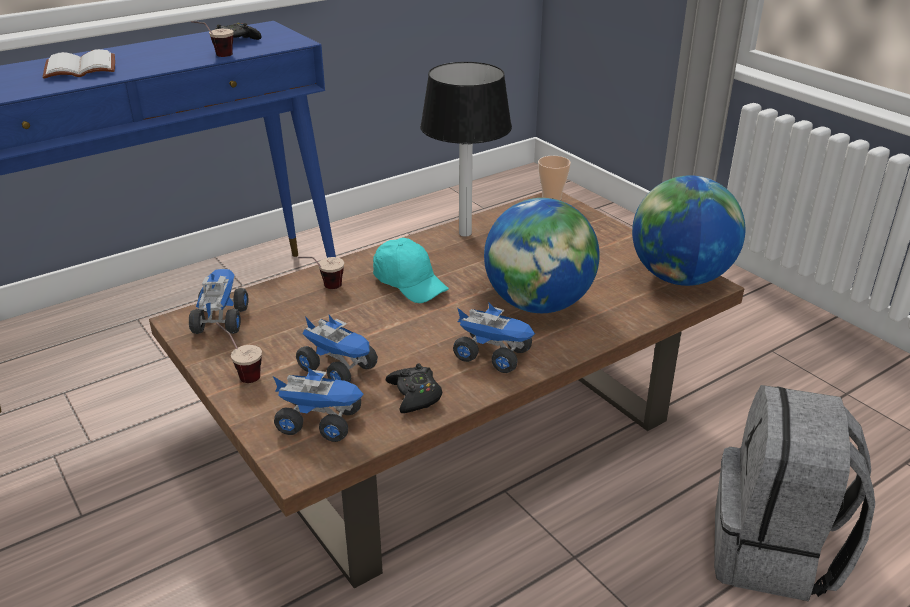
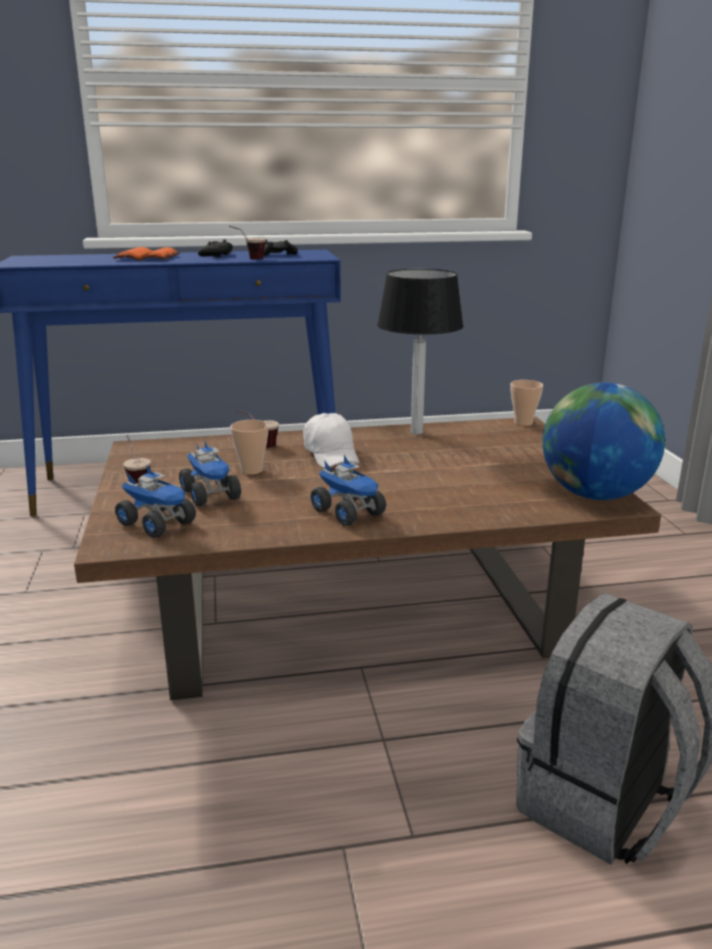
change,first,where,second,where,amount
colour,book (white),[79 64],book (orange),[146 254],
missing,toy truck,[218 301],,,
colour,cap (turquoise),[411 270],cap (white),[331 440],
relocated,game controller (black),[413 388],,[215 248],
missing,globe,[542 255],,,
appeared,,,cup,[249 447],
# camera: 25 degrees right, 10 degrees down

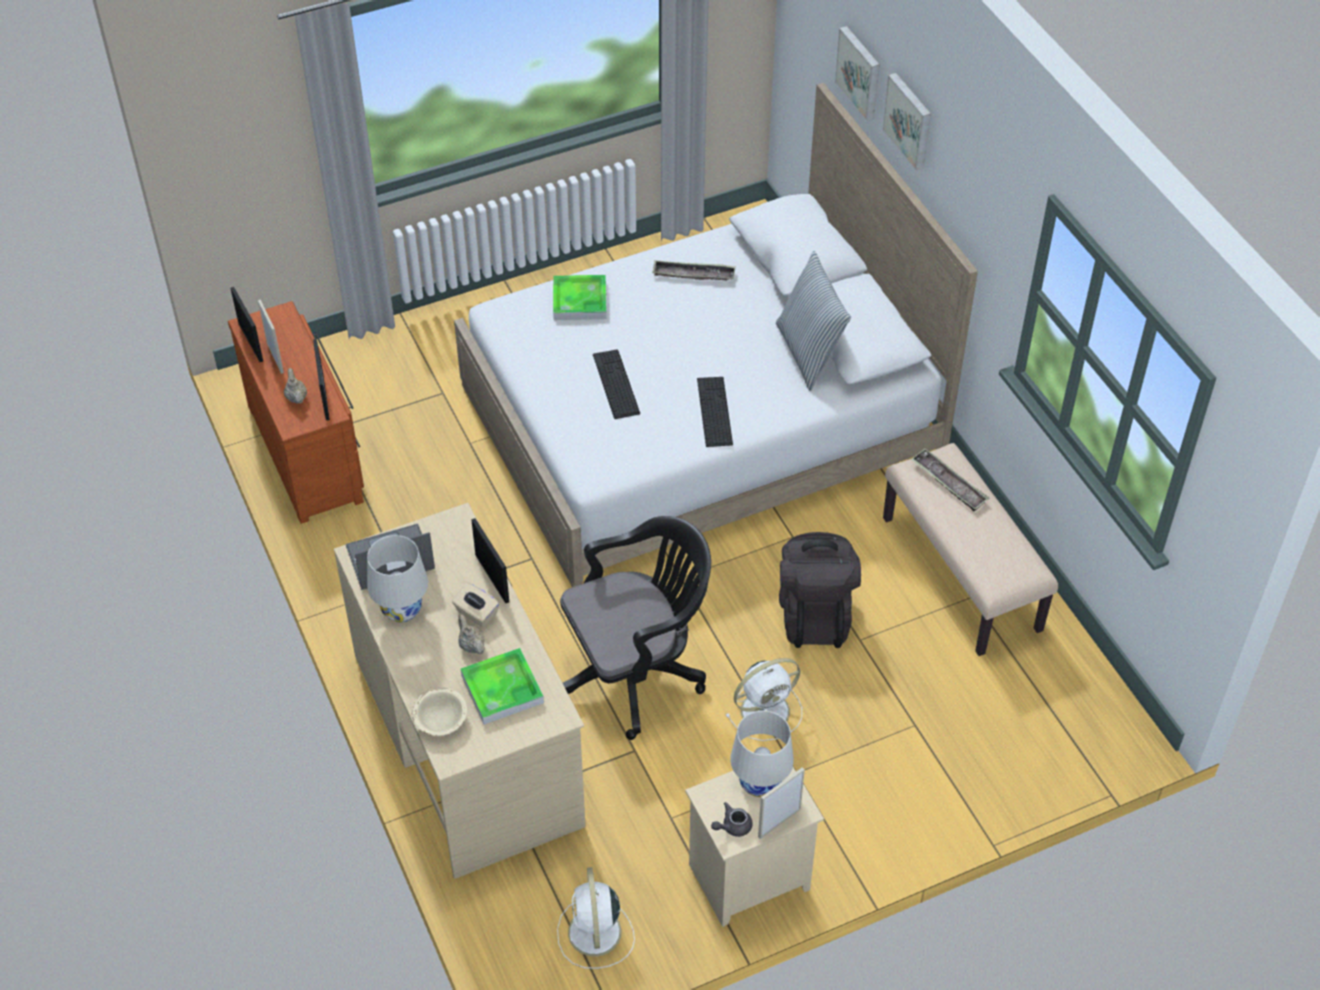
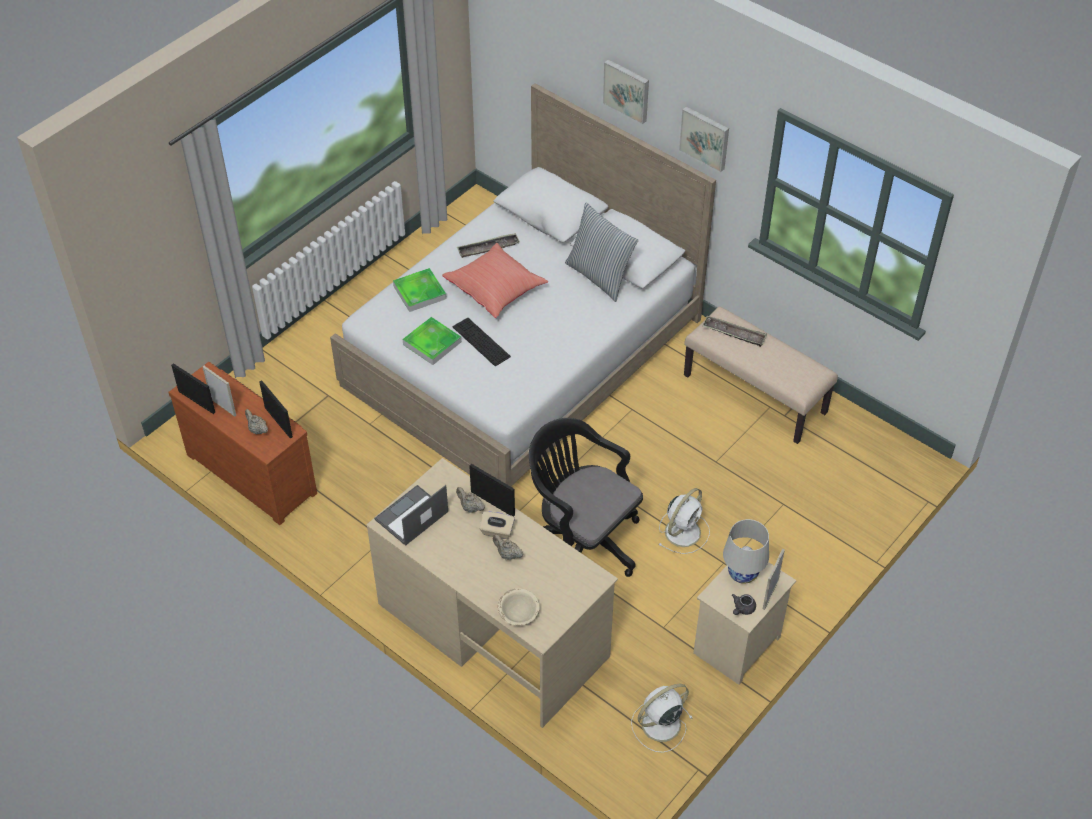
change,first,where,second,where,amount
missing,table lamp (white),[397 578],,,
relocated,tray,[502 686],,[432 341],
spun,fan (white),[596 918],,[661 718],90 degrees clockwise
spun,office chair (black),[635 628],,[586 497],90 degrees counterclockwise
missing,keyboard,[715 412],,,
missing,backpack (black),[820 590],,,
relocated,picture,[857 73],,[704 139],
appeared,,,pillow (red),[495 280],
appeared,,,teapot (beige),[470 500],
# camera: 25 degrees left, 0 degrees up

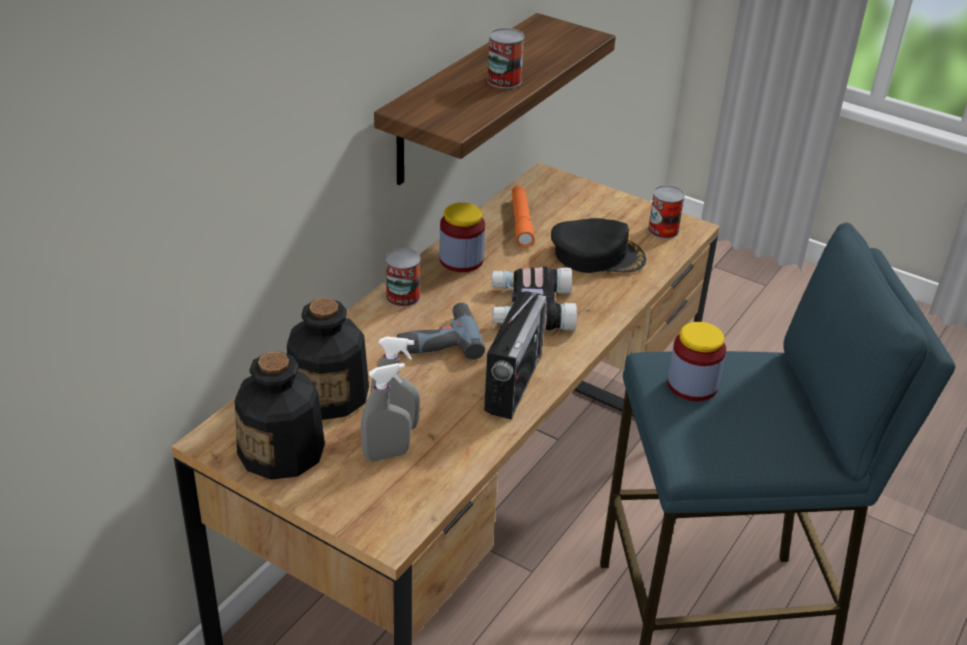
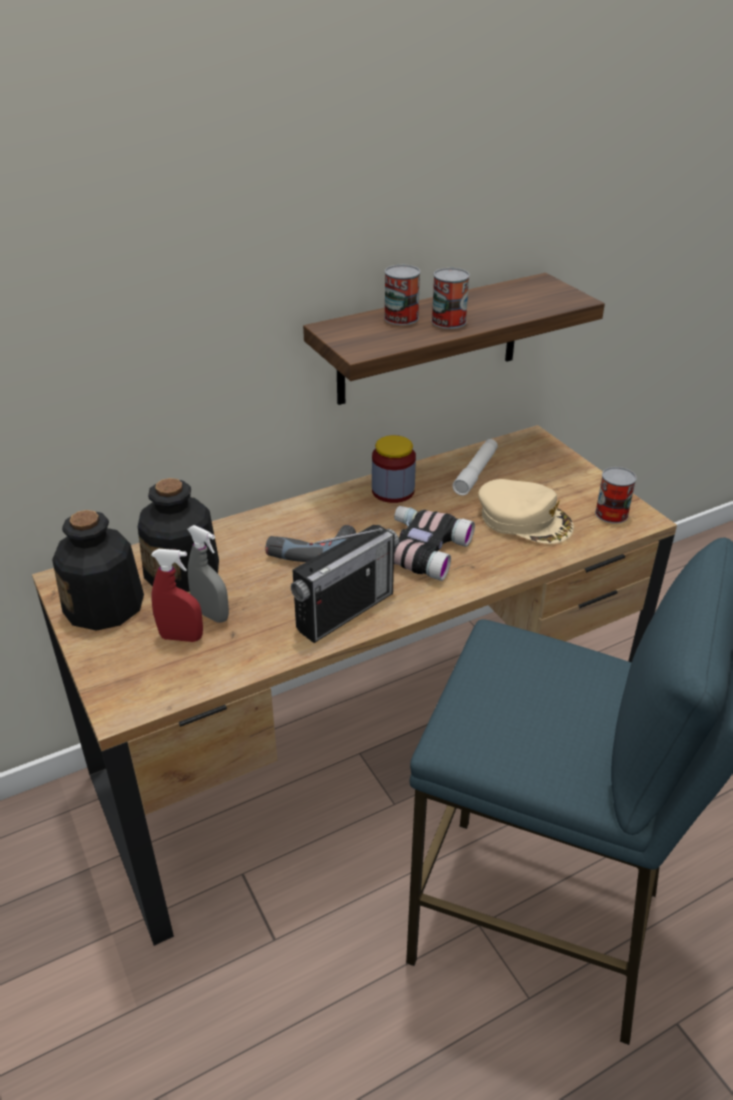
change,first,where,second,where,amount
colour,spray bottle (grey),[386 412],spray bottle (red),[177 595],
relocated,can,[403 277],,[402 295],
colour,flashlight (orange),[523 217],flashlight (white),[475 467],
colour,cap (black),[598 245],cap (beige),[526 511],
missing,jar,[696 361],,,
# camera: 30 degrees right, 0 degrees up

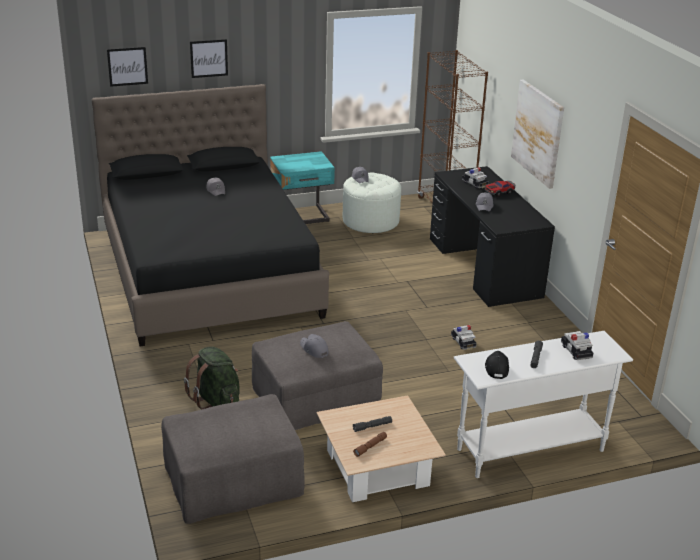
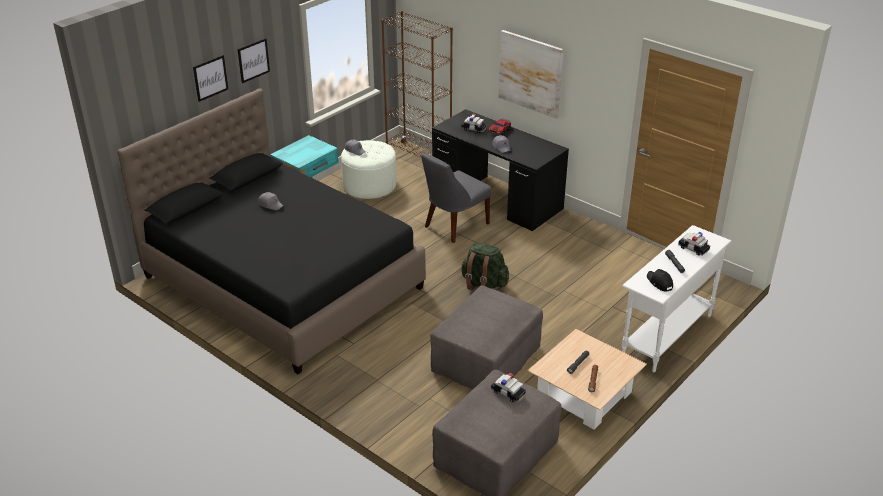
change,first,where,second,where,amount
relocated,picture,[127 67],,[254 60],
relocated,backpack (green),[212 378],,[485 266],
missing,cap (grey),[314 346],,,
relocated,toy car,[464 337],,[508 388],
appeared,,,chair (grey),[456 197],
# camera: 30 degrees left, 5 degrees up

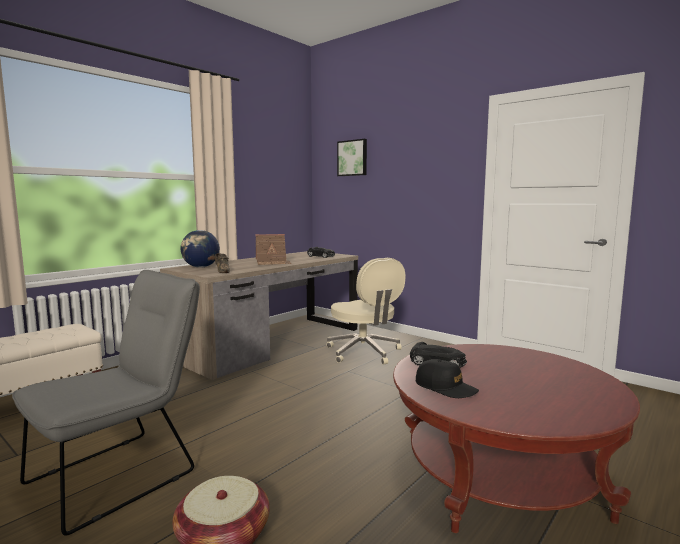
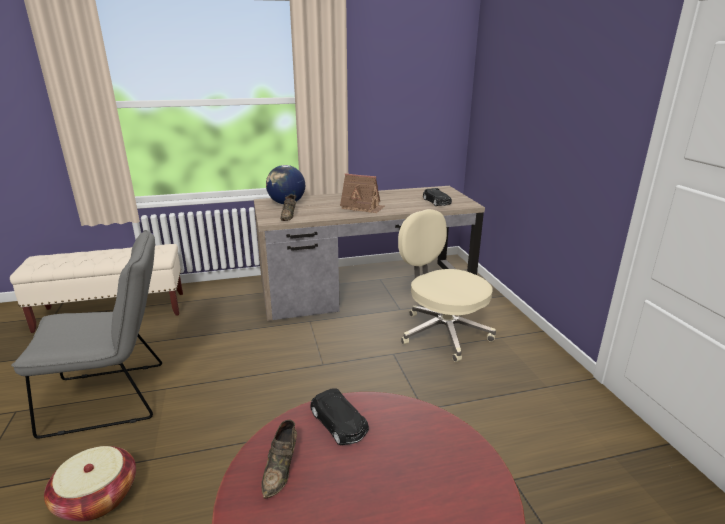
change,first,where,second,where,amount
spun,office chair (beige),[366 311],,[447 285],135 degrees clockwise
missing,picture,[352 157],,,
exchanged,cap (black),[447 378],shoe (brown),[279 459],
# camera: 35 degrees right, 15 degrees up

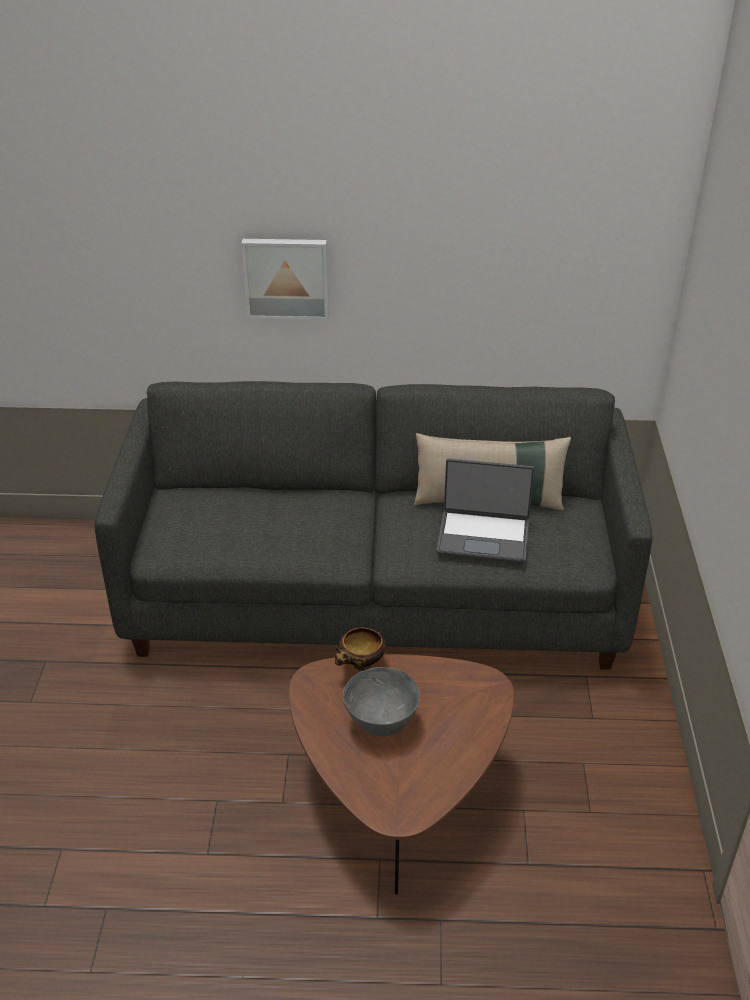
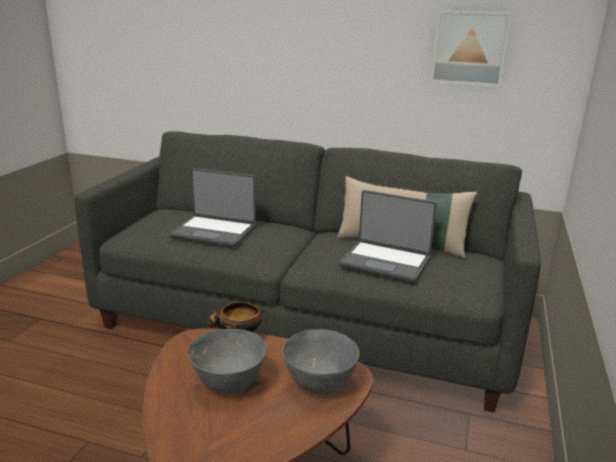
change,first,where,second,where,amount
relocated,picture,[285 279],,[471 48],
appeared,,,laptop,[212 207],
appeared,,,bowl (grey),[321 361],
# camera: 15 degrees right, 15 degrees down

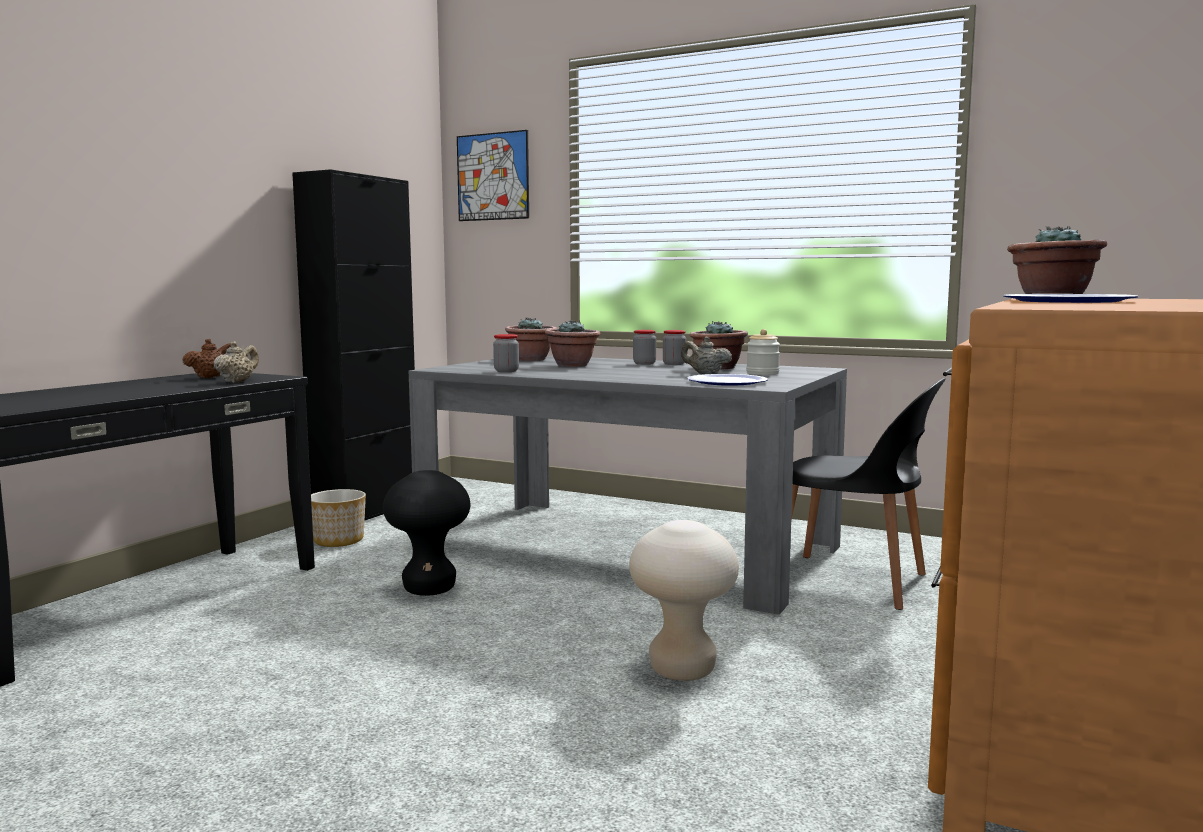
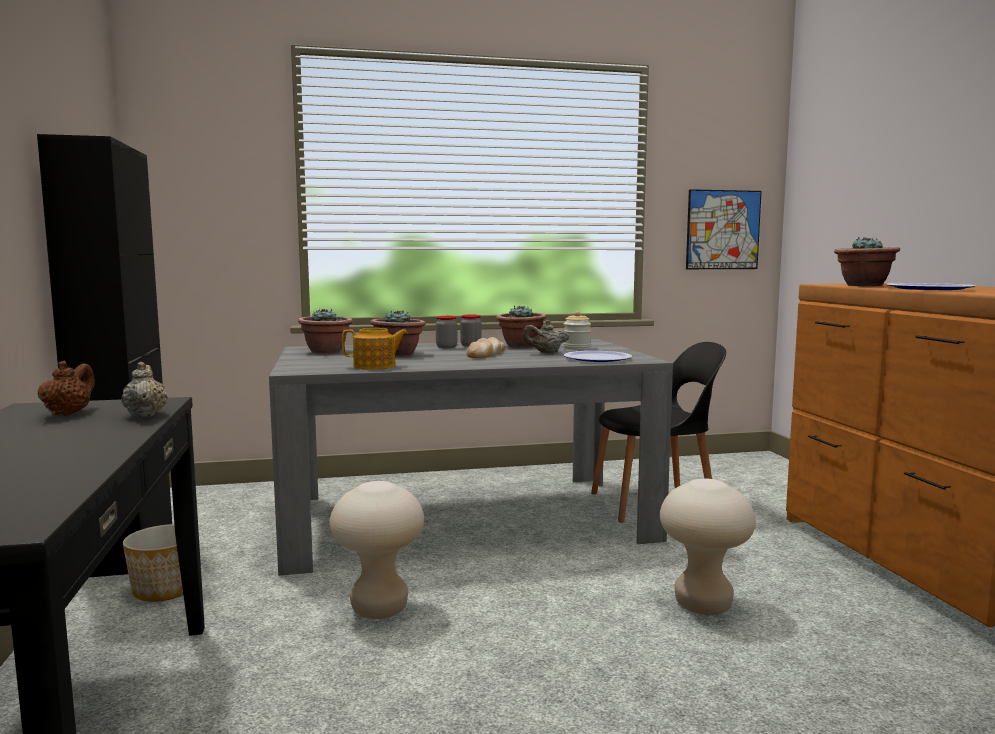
change,first,where,second,where,amount
colour,stool (black),[426 533],stool (beige),[376 550],
relocated,picture,[493 175],,[724 229],
exchanged,jar,[506 353],teapot,[375 349],
appeared,,,bread,[486 347],
# camera: 40 degrees left, 0 degrees up

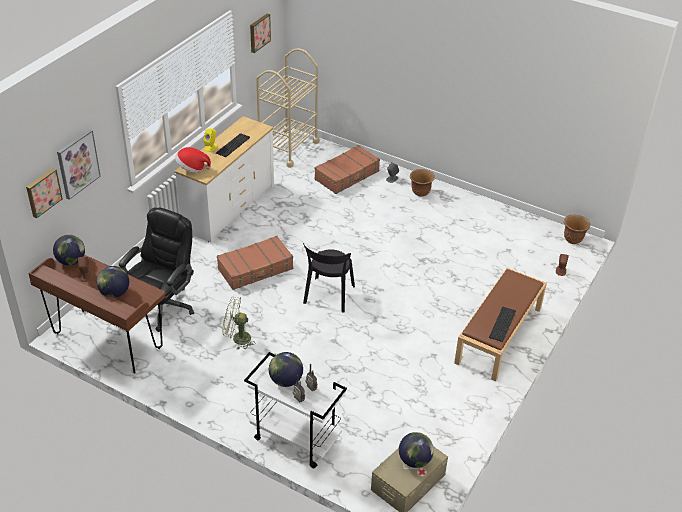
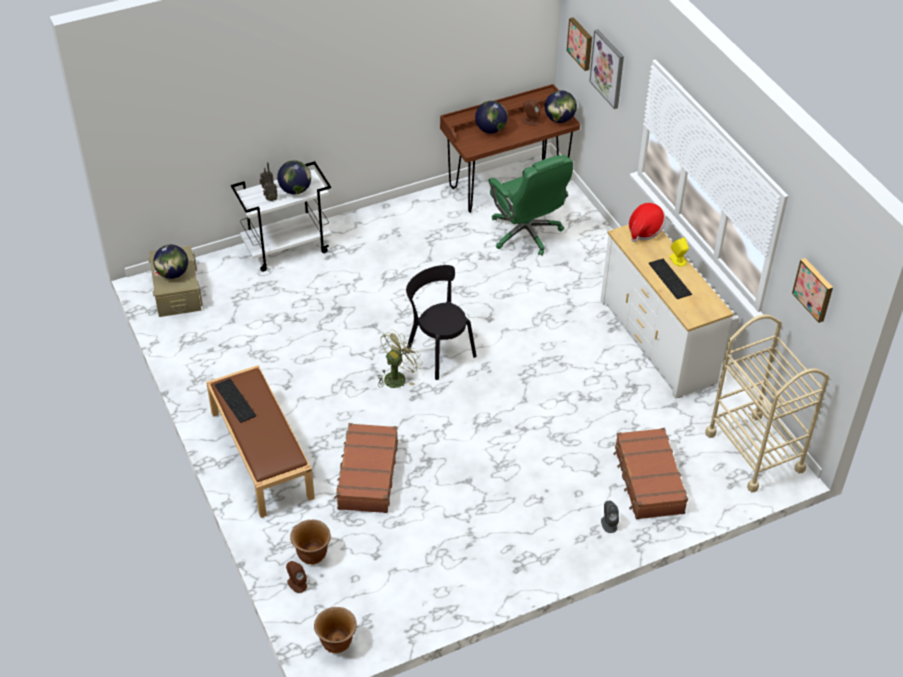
change,first,where,second,where,amount
colour,office chair (black),[156 269],office chair (green),[530 205],
relocated,suitcase (brown),[255 263],,[366 468],
relocated,fan (green),[239 323],,[399 359],
relocated,planter (brown),[422 183],,[310 542],
# camera: 125 degrees right, 5 degrees up

